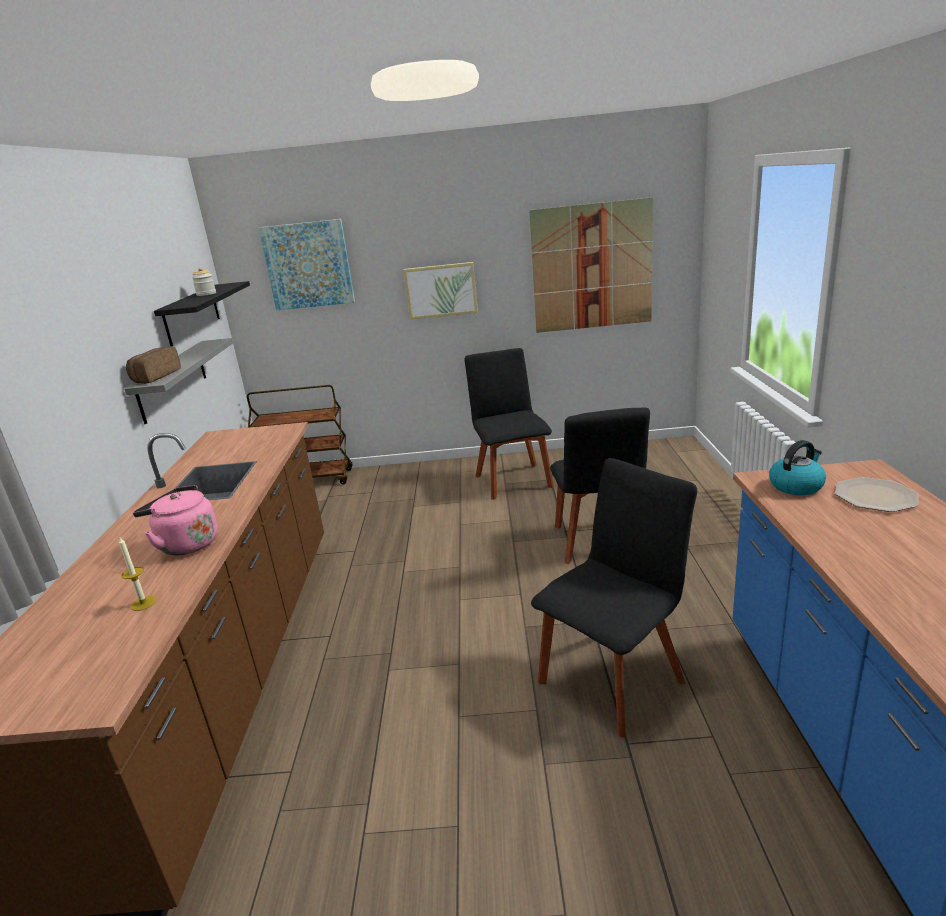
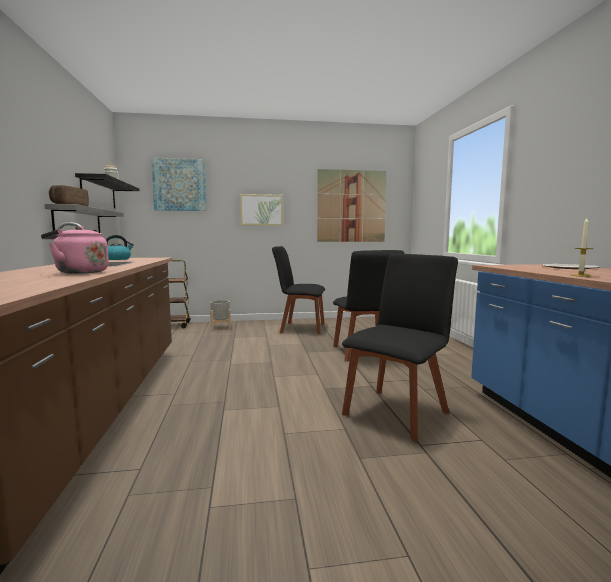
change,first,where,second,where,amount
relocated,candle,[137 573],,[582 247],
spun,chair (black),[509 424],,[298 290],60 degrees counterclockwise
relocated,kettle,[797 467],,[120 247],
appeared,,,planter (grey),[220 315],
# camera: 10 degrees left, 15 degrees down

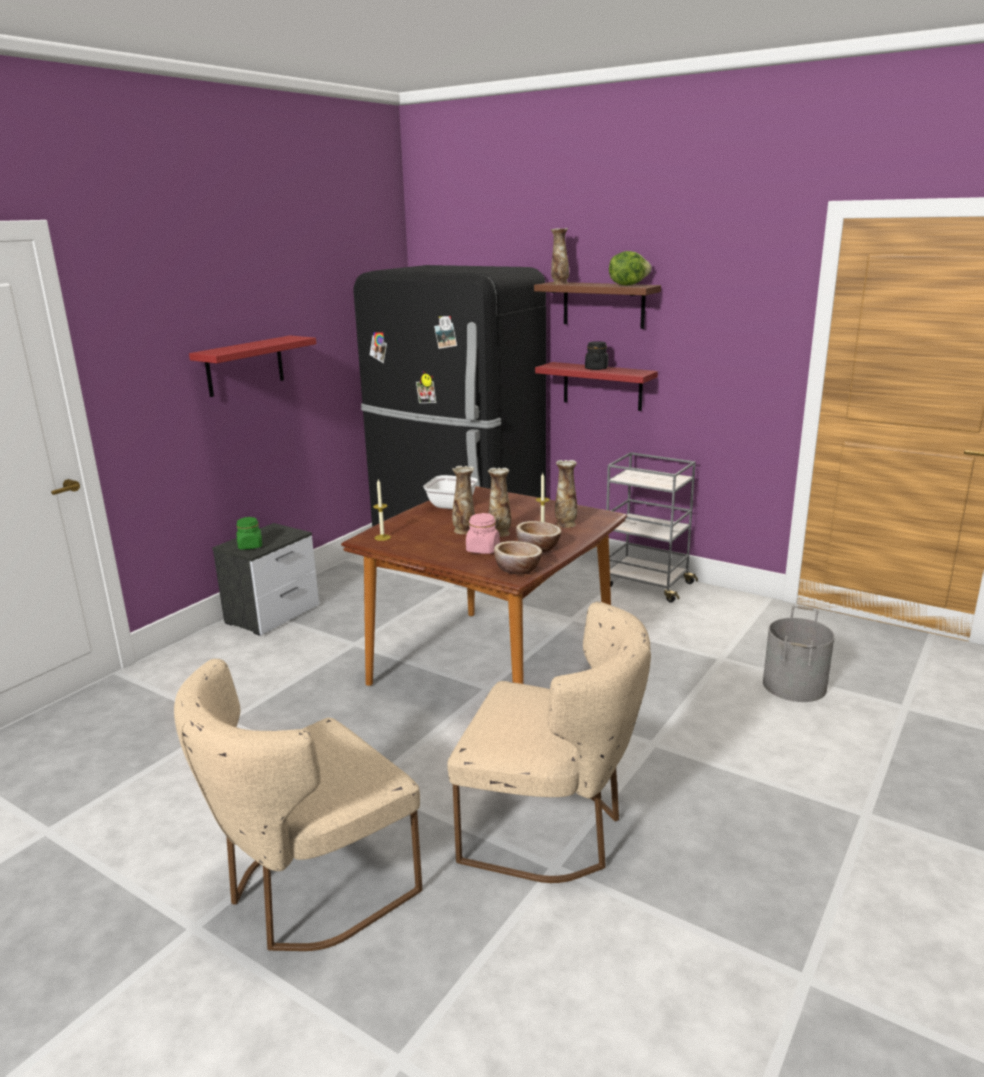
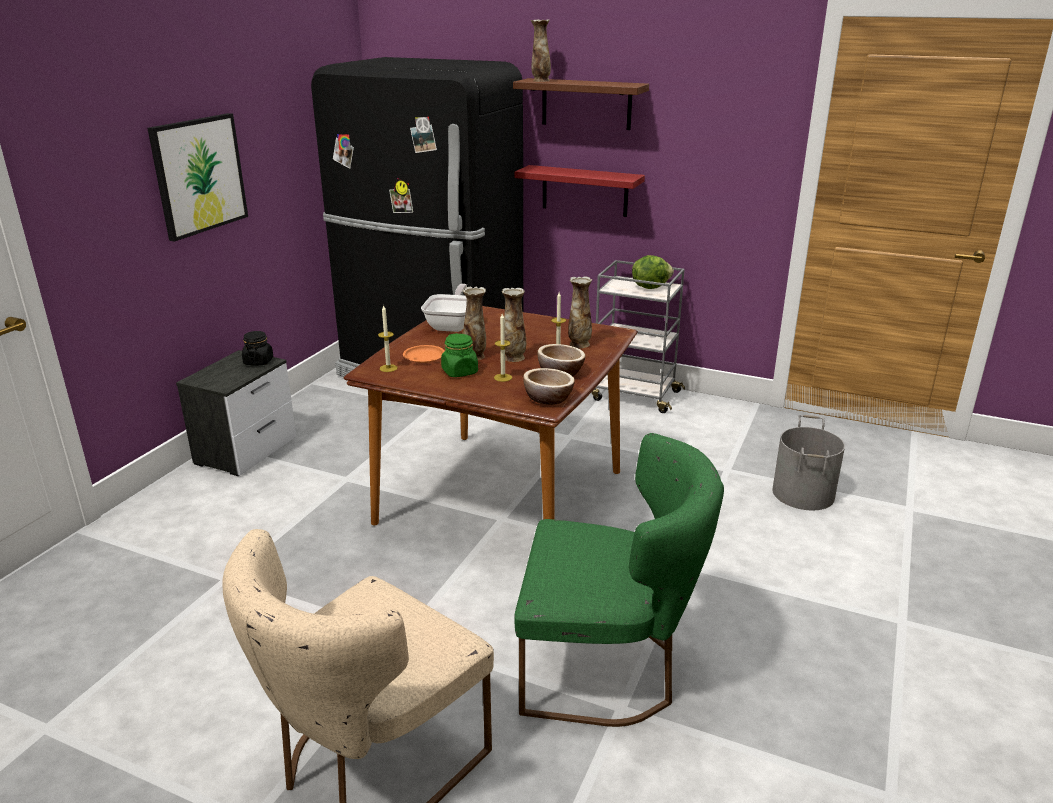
change,first,where,second,where,amount
exchanged,shelf (red),[252 366],picture,[197 177],
relocated,jar (green),[249 533],,[459 355],
colour,chair (beige),[549 742],chair (green),[619 580],
exchanged,jar (pink),[483 533],candle,[503 348],
relocated,jar (black),[596 355],,[257 348],
relocated,lettuce,[630 268],,[653 272],
appeared,,,plate (orange),[424 354],
# camera: 10 degrees left, 5 degrees up

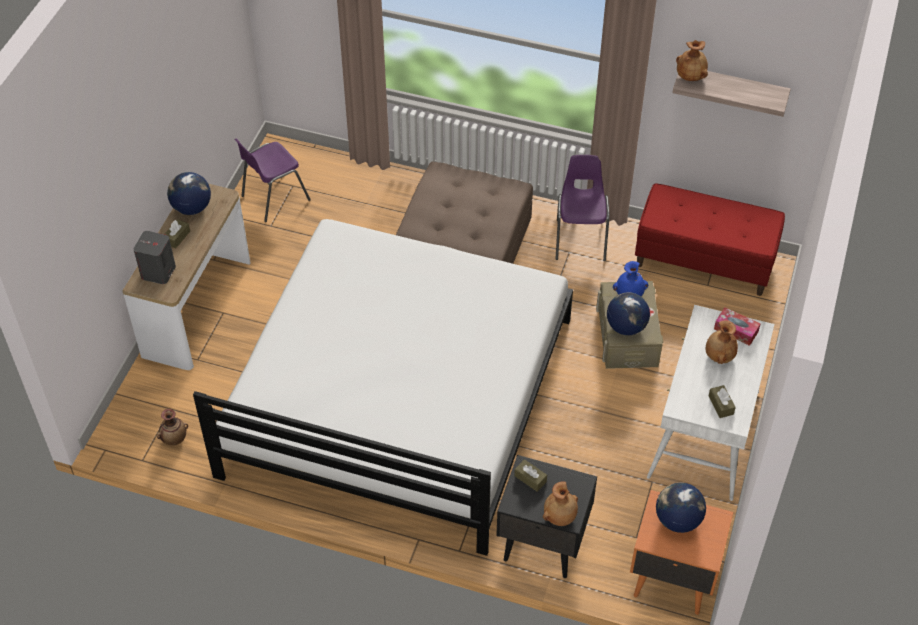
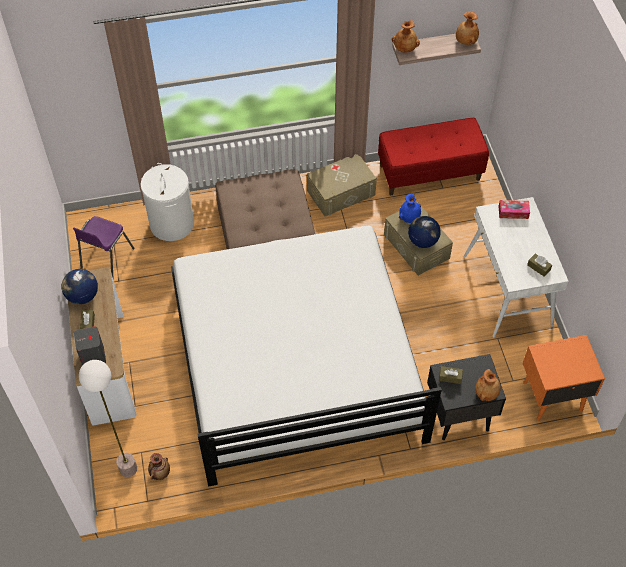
change,first,where,second,where,amount
exchanged,chair (purple),[583 208],storage box (beige),[342 185],
missing,globe,[681 508],,,
relocated,vase (brown),[722 342],,[467 28],
appeared,,,floor lamp,[108 418],
appeared,,,laundry basket (white),[167 202],
# camera: 30 degrees left, 5 degrees up

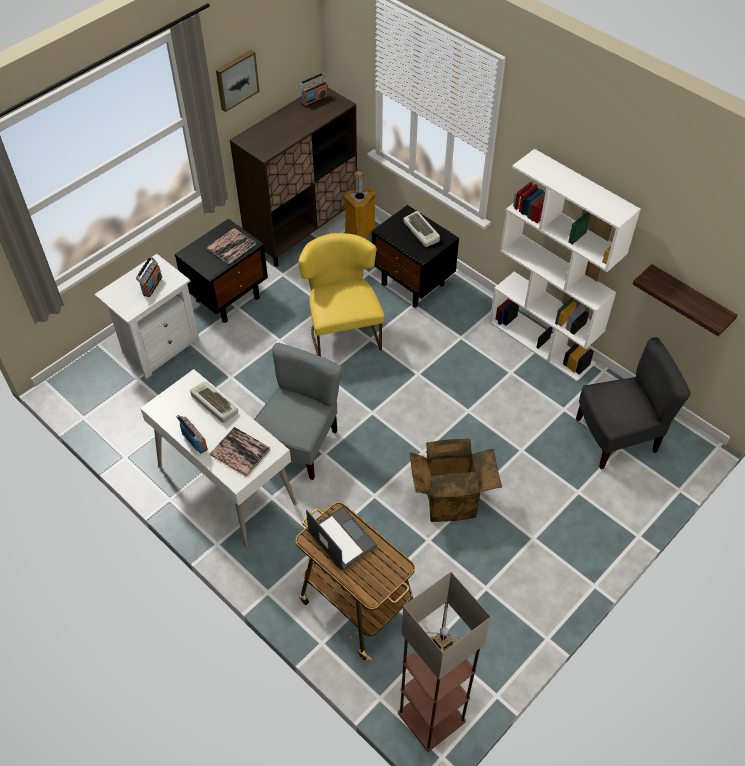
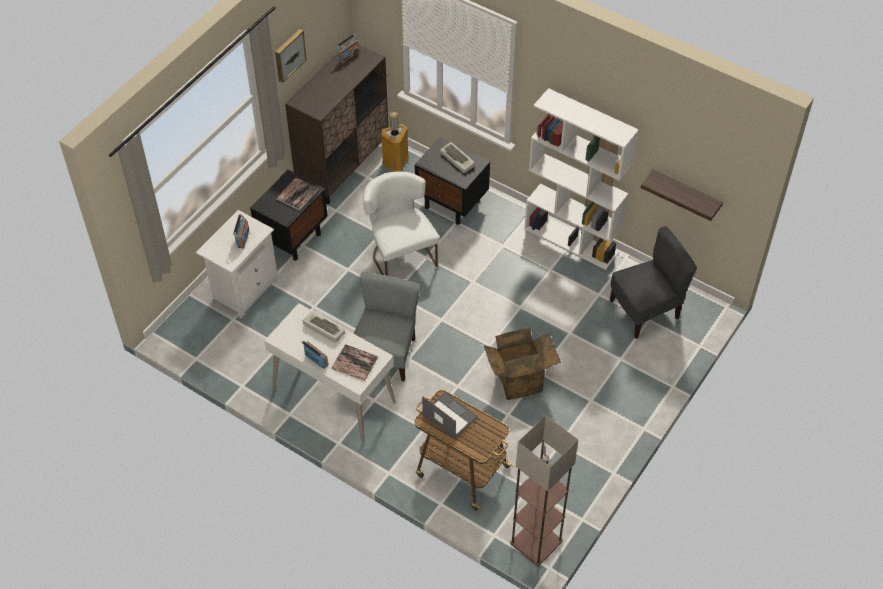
change,first,where,second,where,amount
colour,chair (yellow),[341 295],chair (white),[401 224],
# camera: 10 degrees left, 0 degrees up

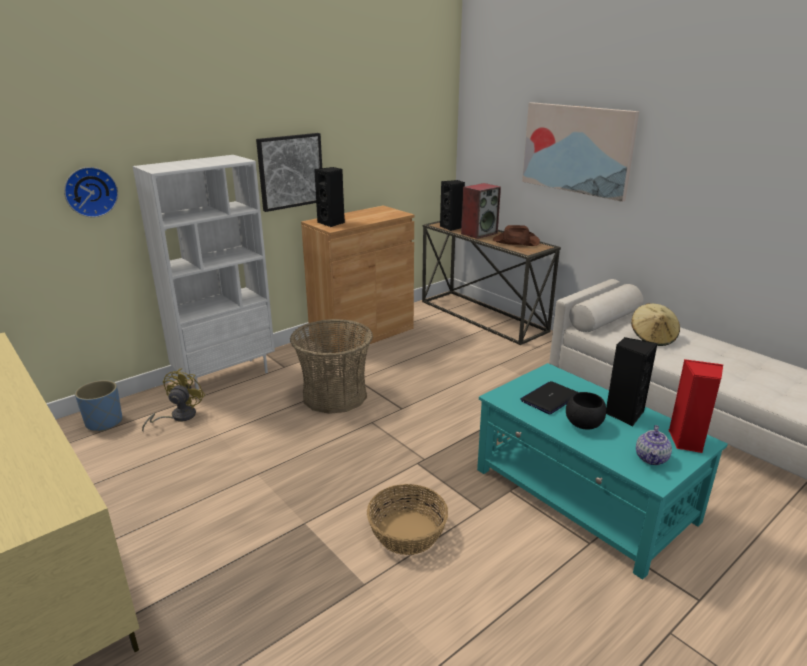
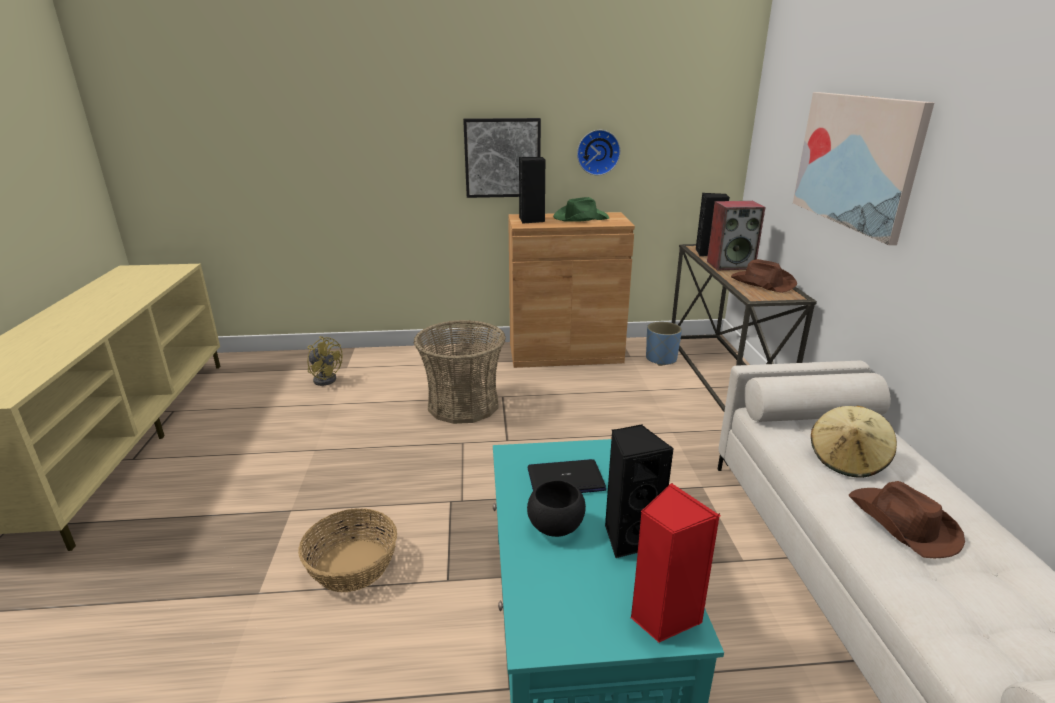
change,first,where,second,where,amount
relocated,wall clock,[91 192],,[599 153],
relocated,planter (blue),[98 406],,[664 344],
missing,bookcase (white),[204 272],,,
spun,fan (yellow),[173 400],,[325 361],75 degrees clockwise
missing,teapot,[654 445],,,
appeared,,,hat (green),[581 209],
appeared,,,hat (brown),[907 519],
# camera: 35 degrees right, 0 degrees up

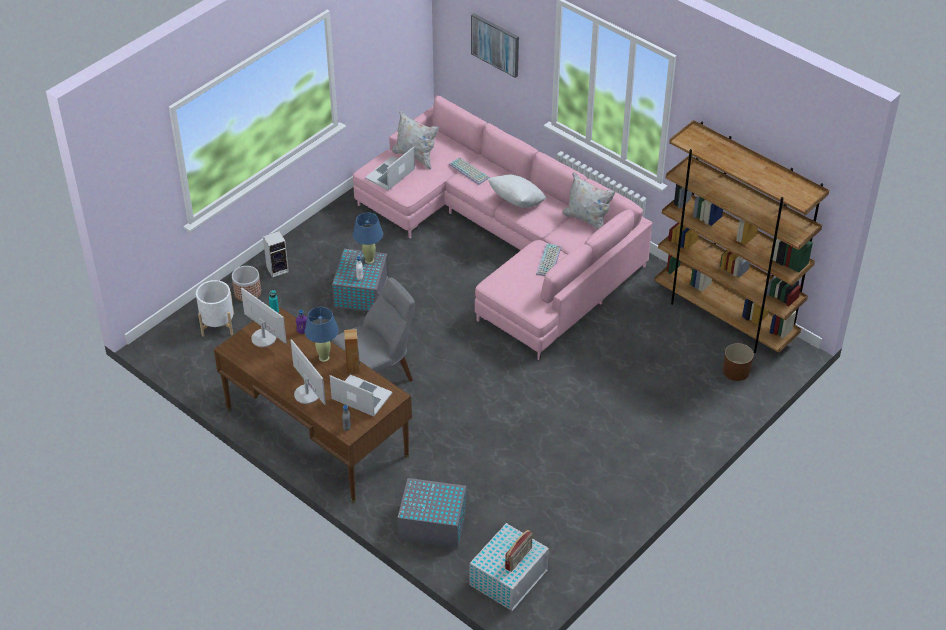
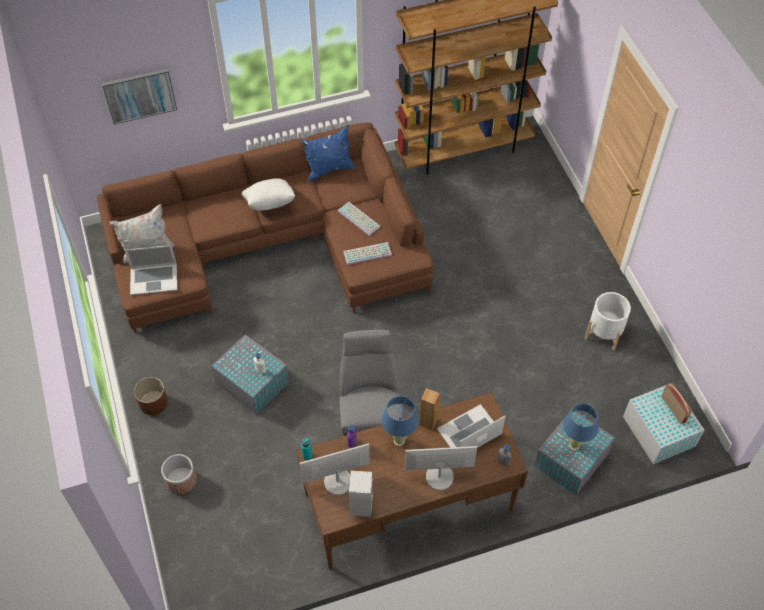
change,first,where,second,where,amount
relocated,planter (white),[215 308],,[607 321],
relocated,speaker,[276 254],,[361 494],
colour,sofa (pink),[502 227],sofa (brown),[265 227],
relocated,table lamp (blue),[368 238],,[581 427],
spun,laptop,[390 169],,[151 270],75 degrees counterclockwise
relocated,keyboard,[469 171],,[367 253],
colour,pillow (white),[589 201],pillow (blue),[328 153],
relocated,planter (brown),[738 362],,[151 396],
# camera: 60 degrees left, 10 degrees up

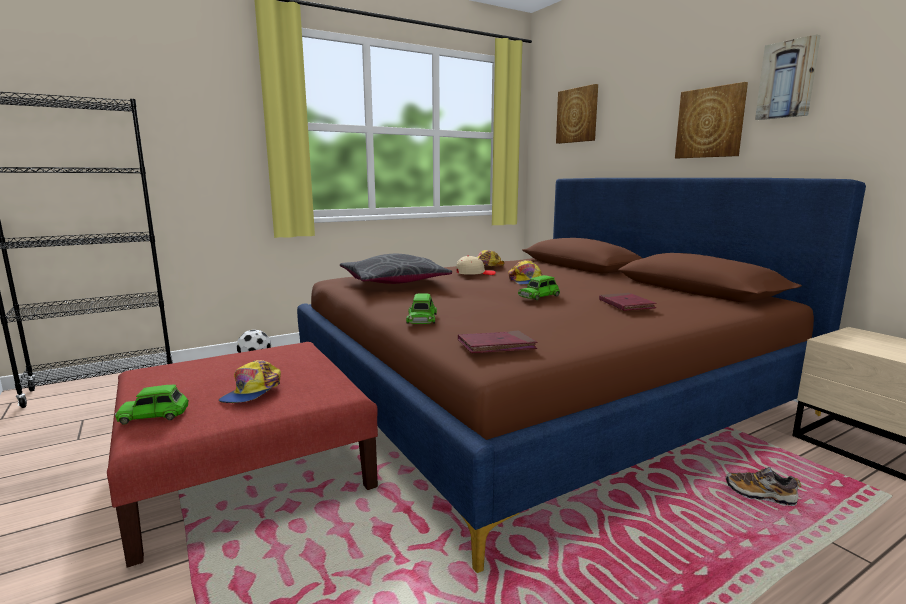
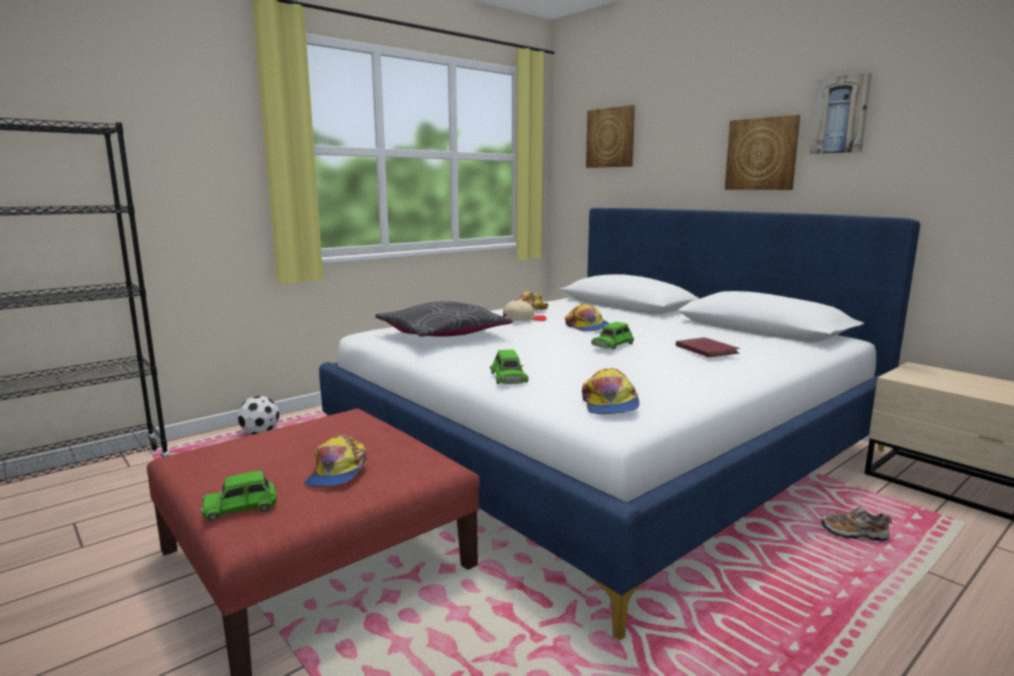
change,first,where,second,where,amount
colour,bed (brown),[581 375],bed (white),[619 424],
exchanged,book (red),[498 341],cap,[610 391],
# camera: 10 degrees left, 0 degrees up

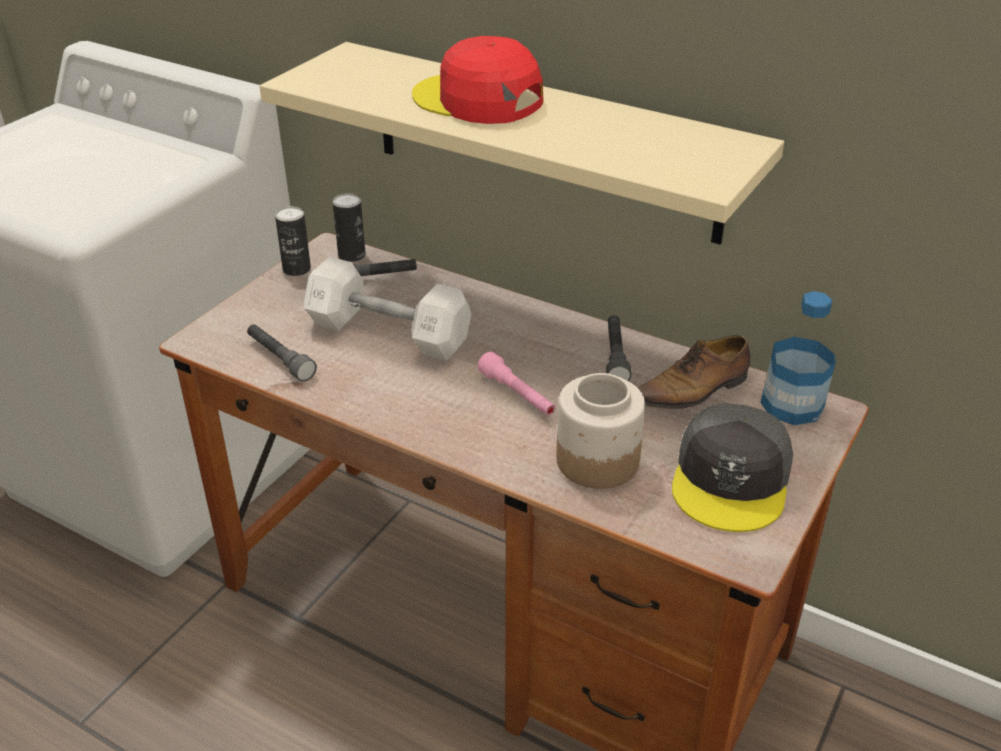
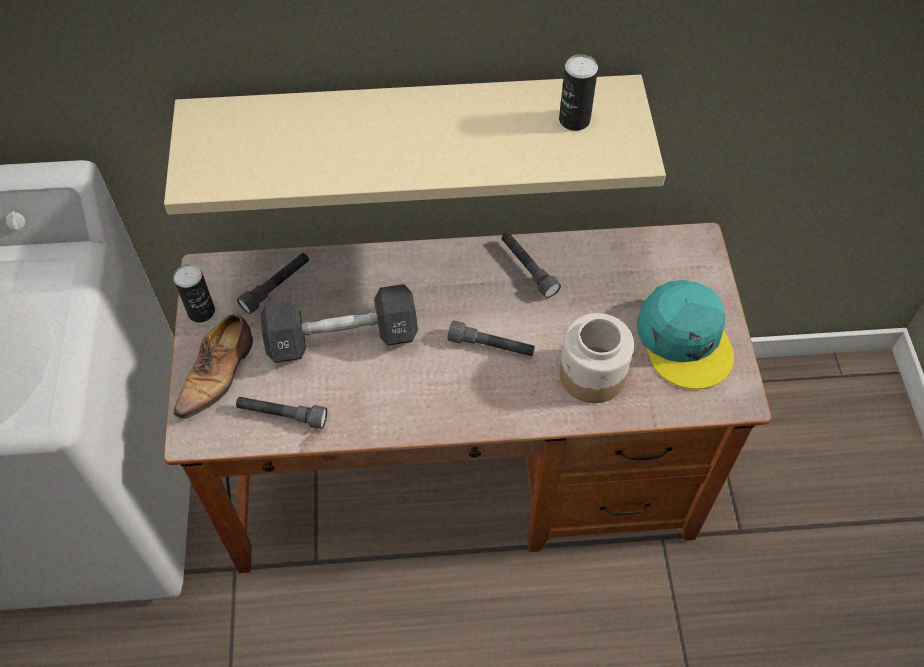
change,first,where,second,where,amount
colour,dumbbell (white),[387 309],dumbbell (black),[339 323],
relocated,can,[349 227],,[578 92],
missing,cap (red),[477 80],,,
colour,flashlight (pink),[516 384],flashlight (grey),[491 338],
relocated,shoe,[694 372],,[213 367],
colour,cap (grey),[732 468],cap (turquoise),[685 334],
missing,bottle,[798 358],,,
# camera: 35 degrees left, 20 degrees up

